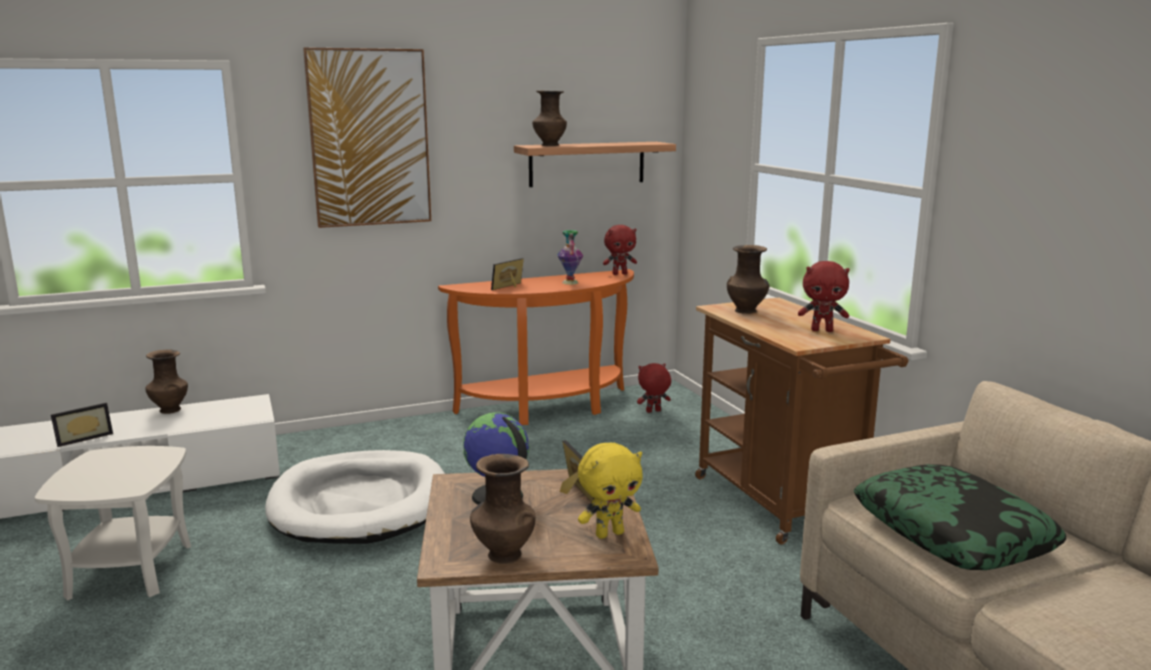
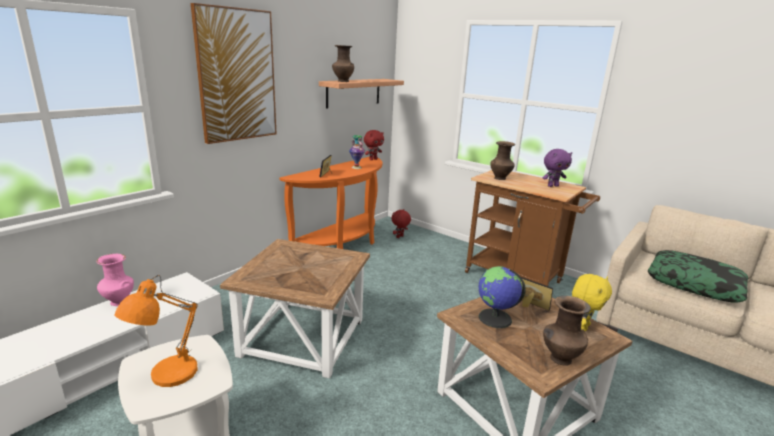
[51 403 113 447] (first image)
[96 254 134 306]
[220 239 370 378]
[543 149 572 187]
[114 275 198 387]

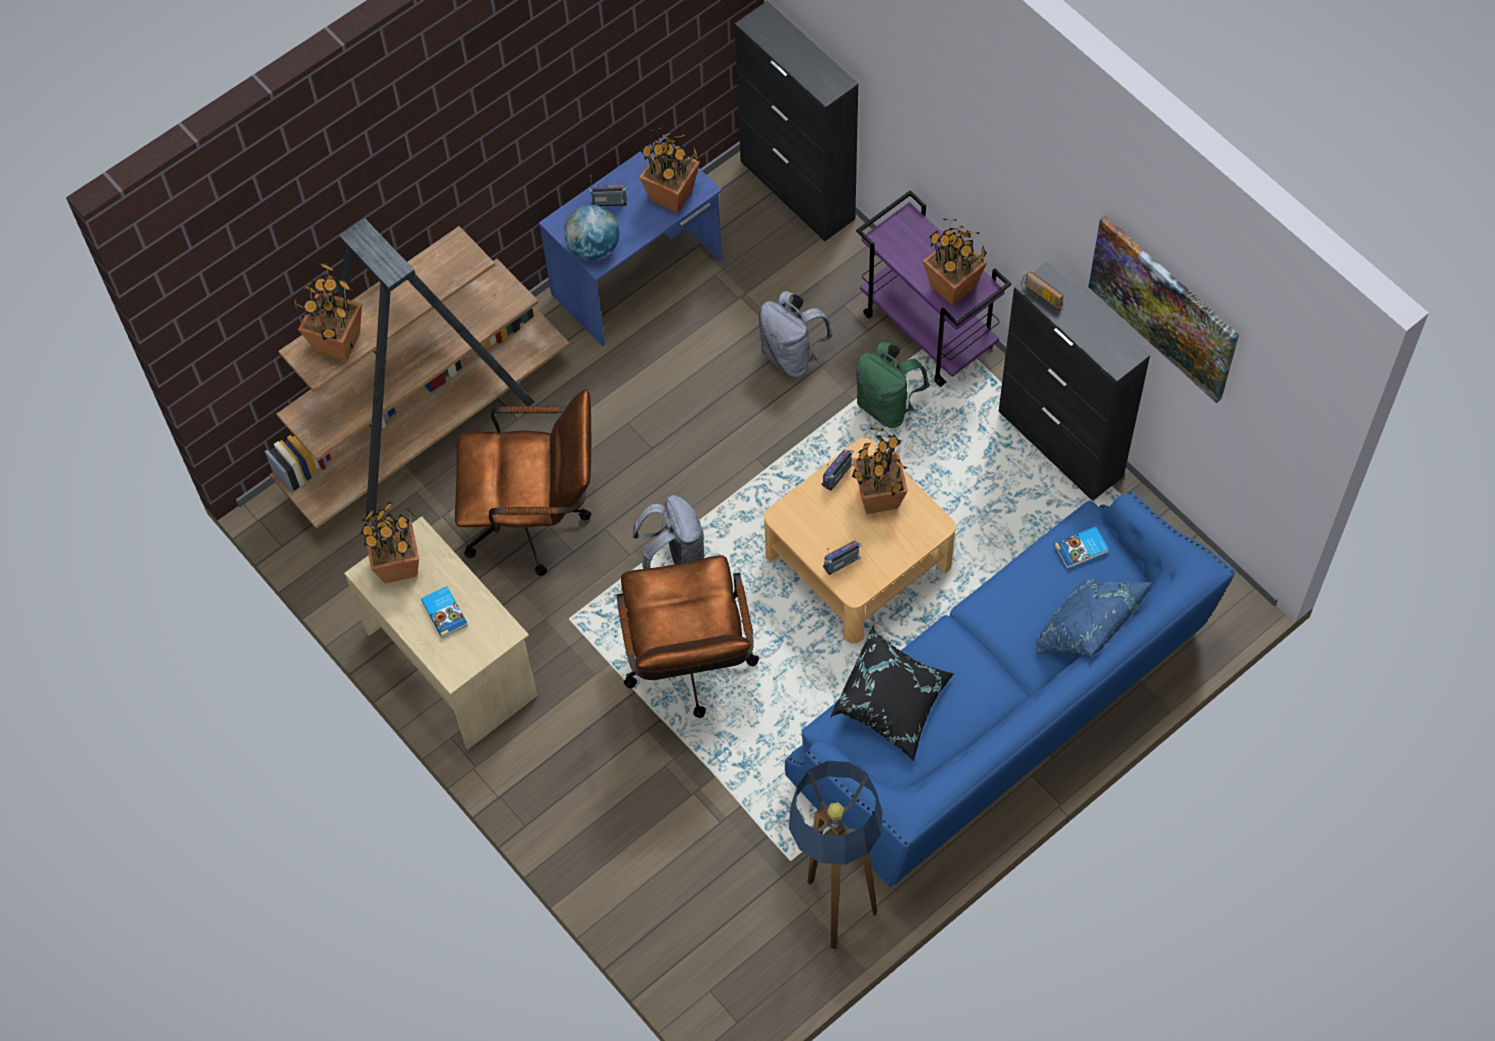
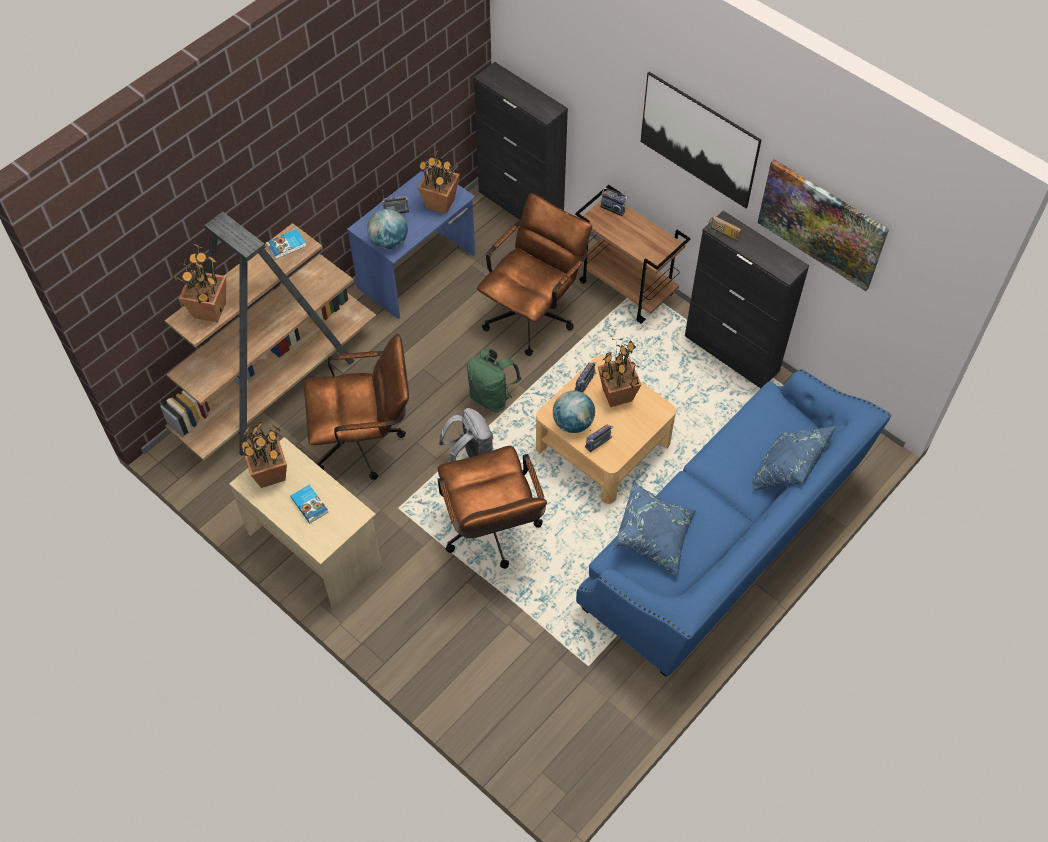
[477 193 592 356]
[789 761 883 949] (first image)
[613 479 697 577]
[575 185 691 324]
[467 349 521 412]
[923 218 987 306] (first image)
[266 229 306 259]
[553 391 595 433]
[600 187 628 216]
[640 72 761 208]

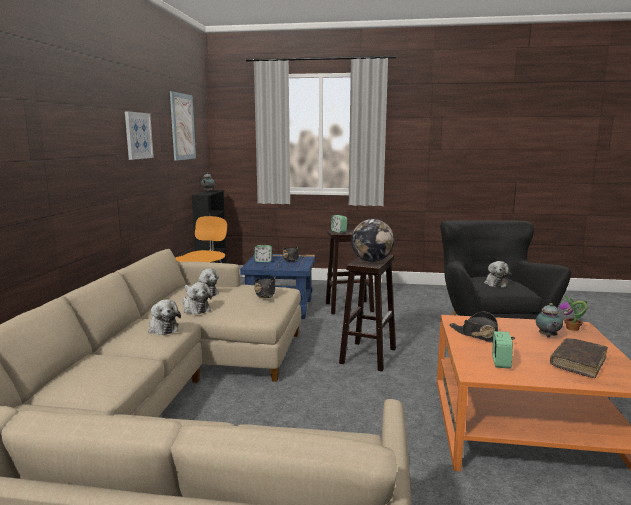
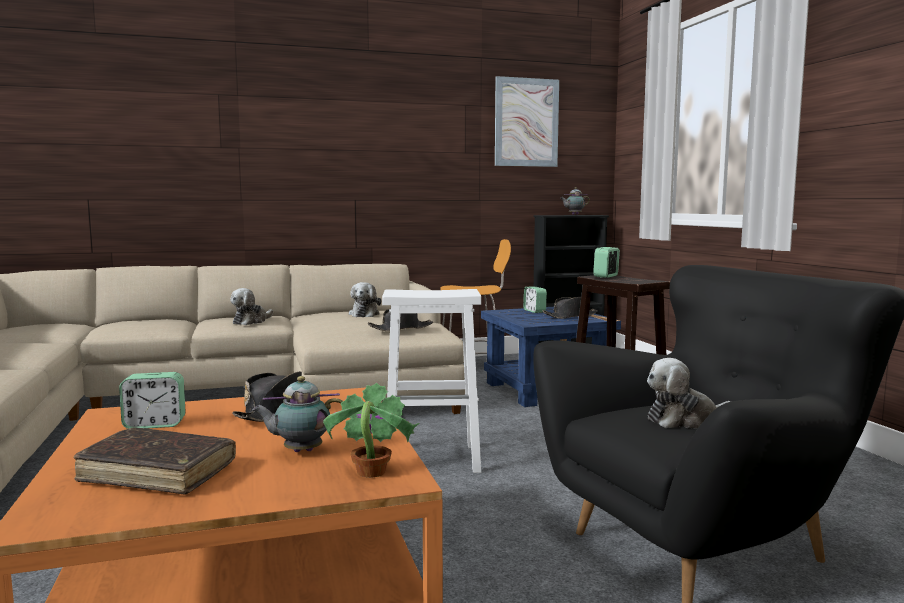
[125 111 154 160] (first image)
[183 282 212 314] (first image)
[382 289 481 473]
[351 219 394 262] (first image)

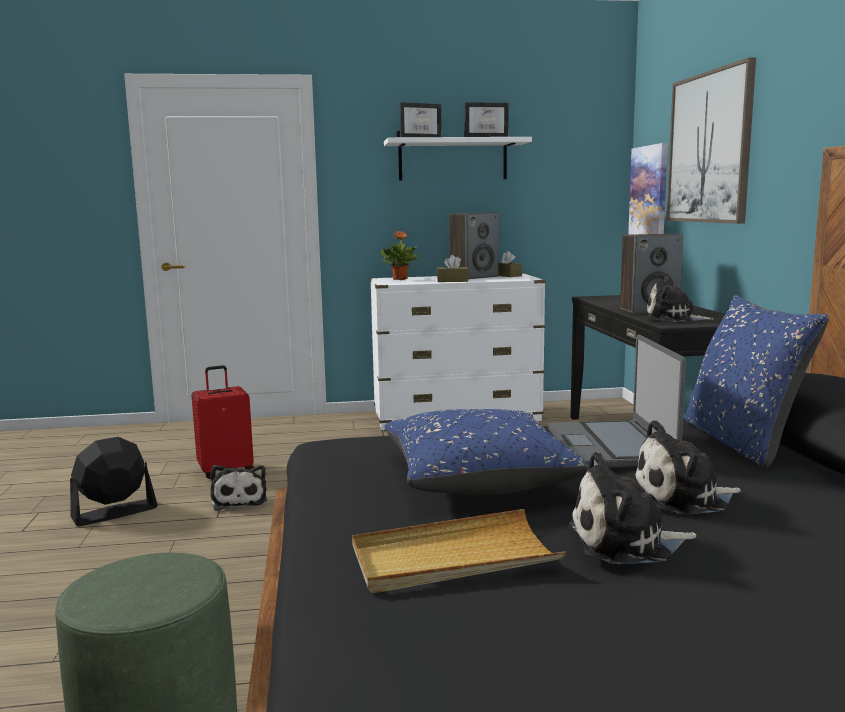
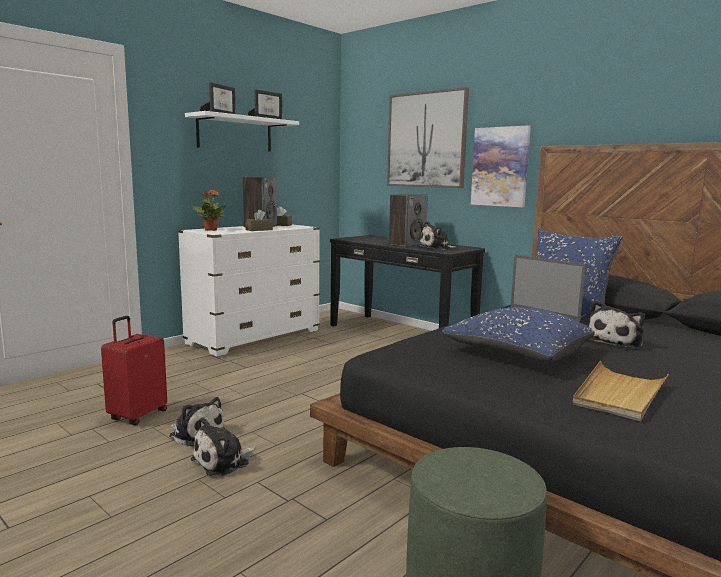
[70 437 158 526] (first image)
[190 417 256 476]
[471 126 531 207]

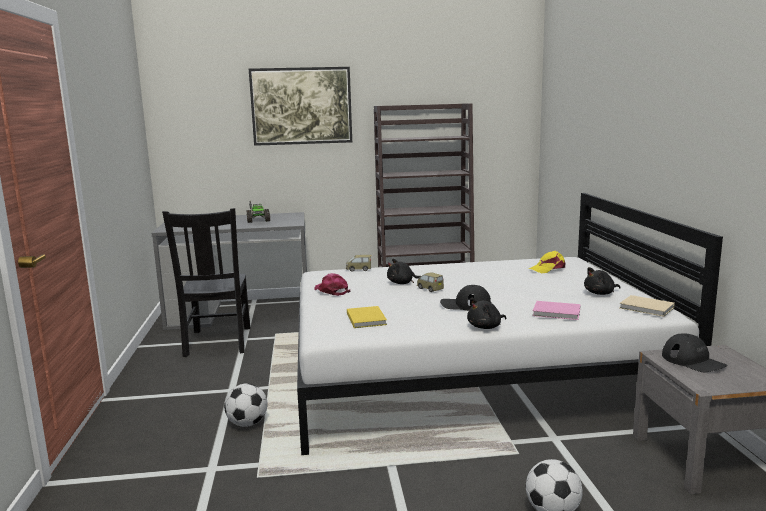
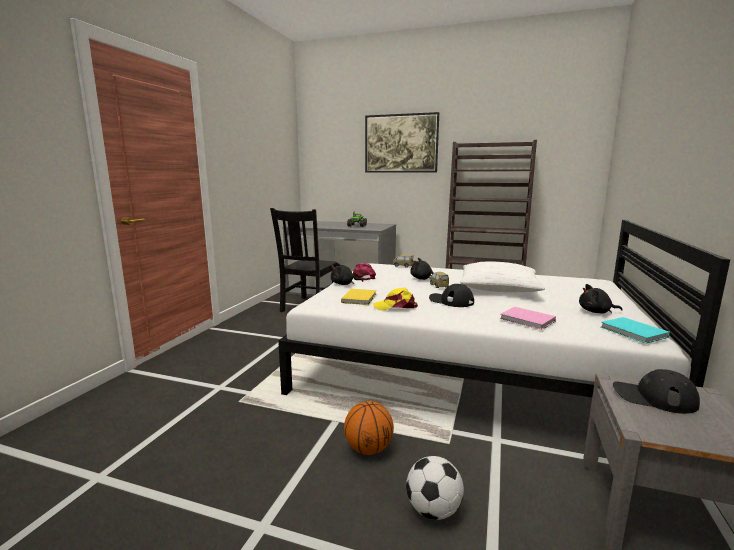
[224 383 267 427] (first image)
[331 262 363 285]
[373 288 418 311]
[601 317 670 344]
[613 369 700 414]
[344 401 394 455]
[460 262 545 292]

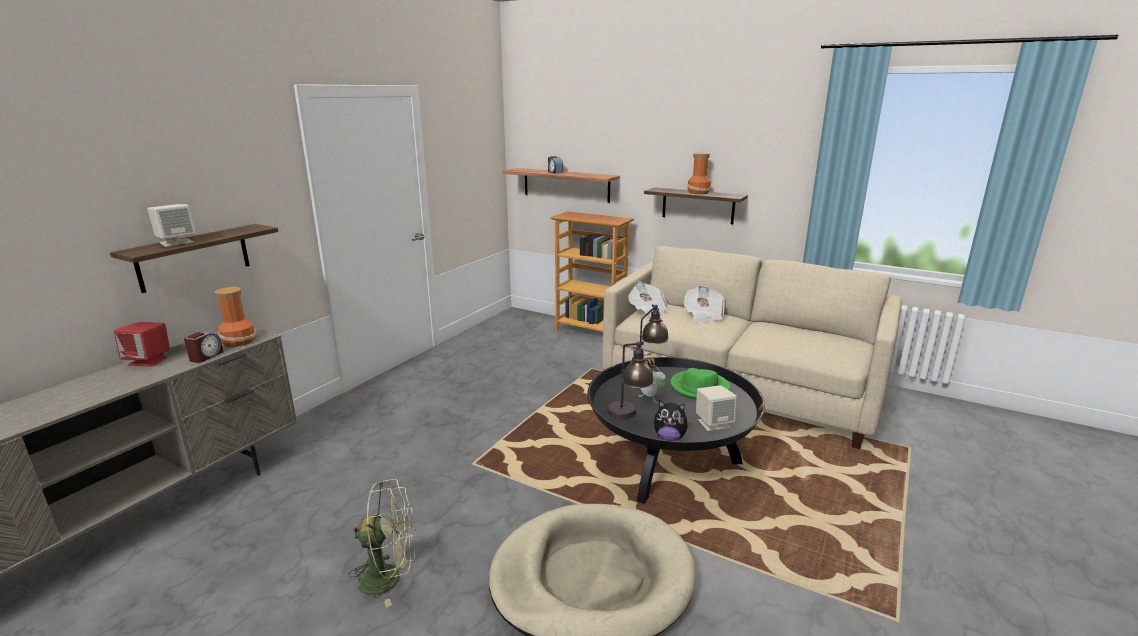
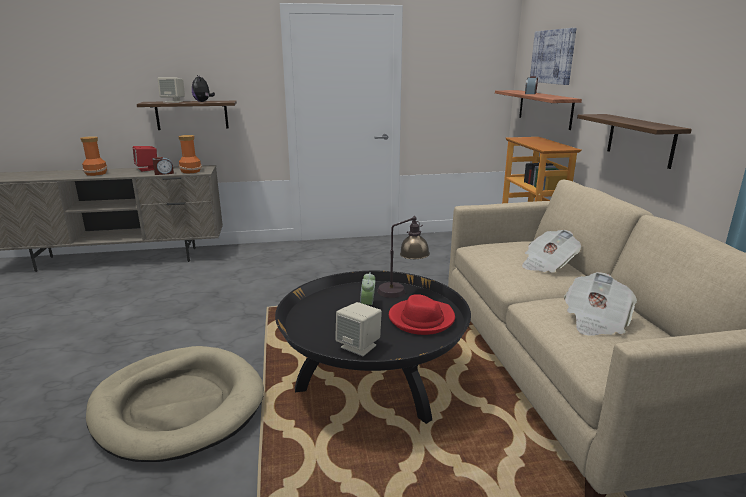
[348 479 416 607] (first image)
[607 341 654 419] (first image)
[564 272 637 336]
[192 75 215 102]
[389 294 455 335]
[80 136 107 176]
[530 28 577 85]

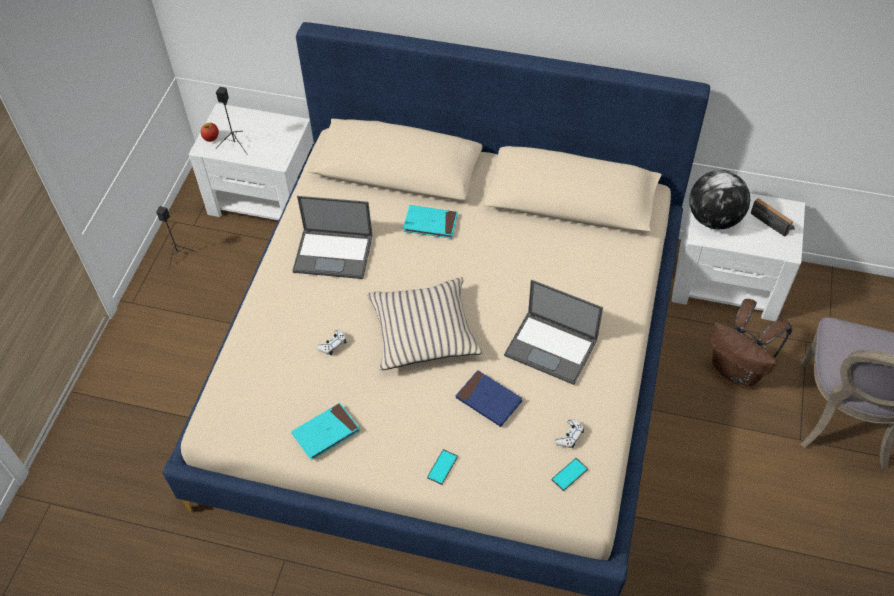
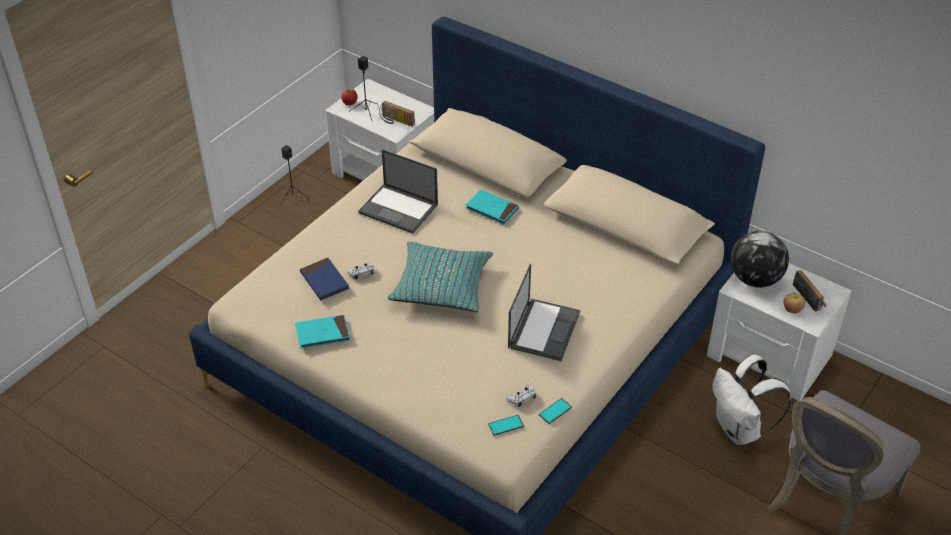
[387 242 493 312]
[539 398 572 424]
[300 258 349 300]
[508 264 580 361]
[712 354 791 445]
[379 101 415 127]
[783 293 806 314]

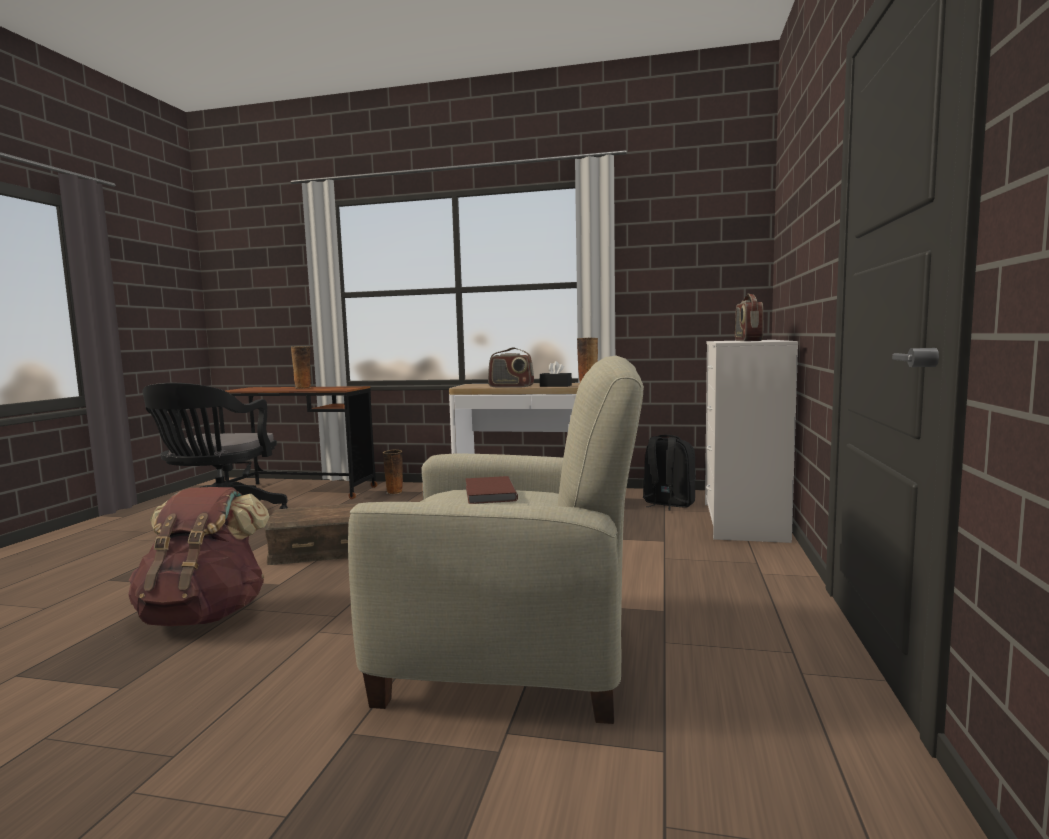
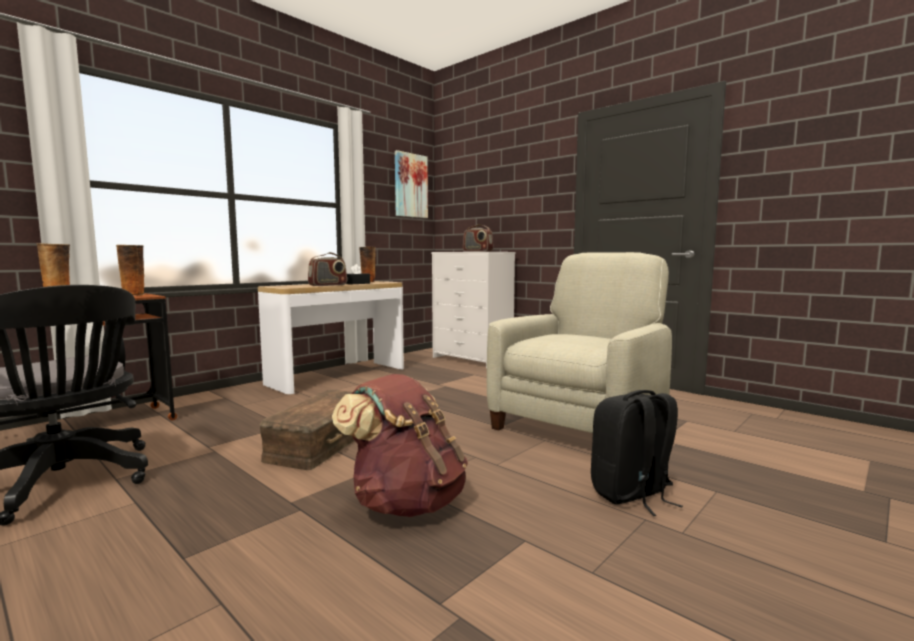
[116 245 145 296]
[465 476 518 504] (first image)
[591 390 683 516]
[395 150 428 218]

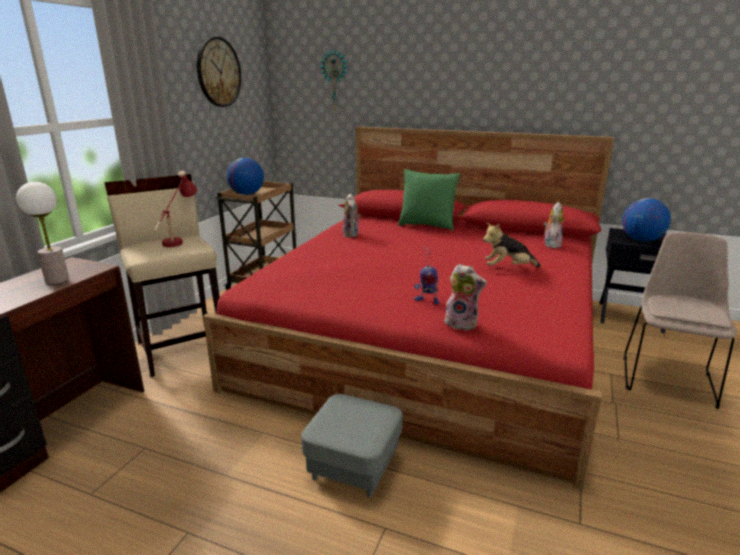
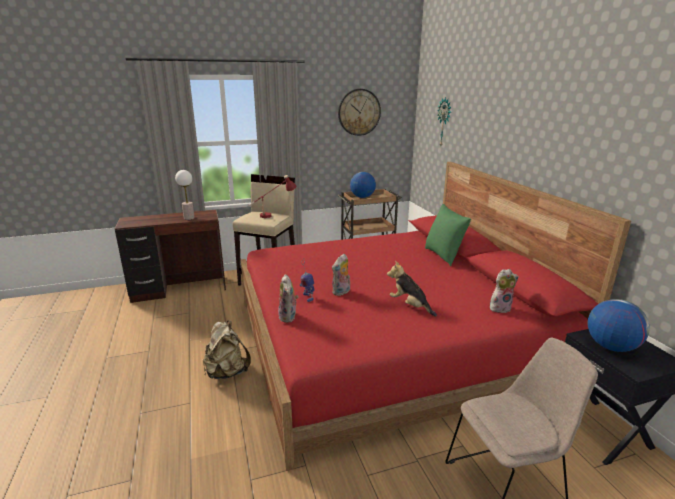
[203 321 251 379]
[332 254 350 296]

